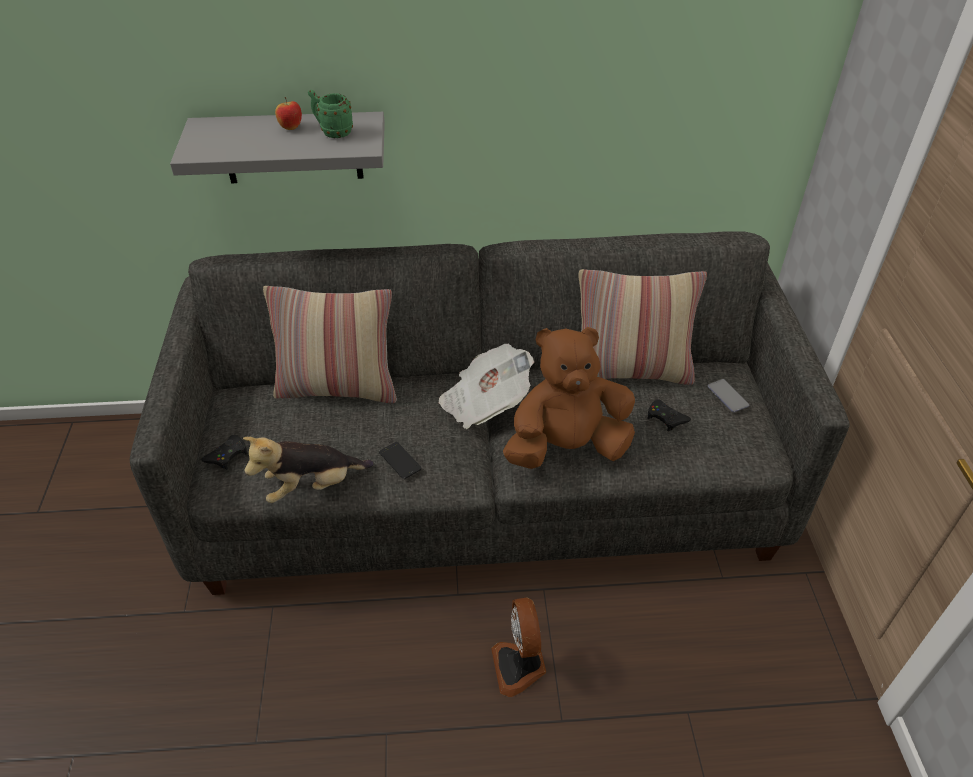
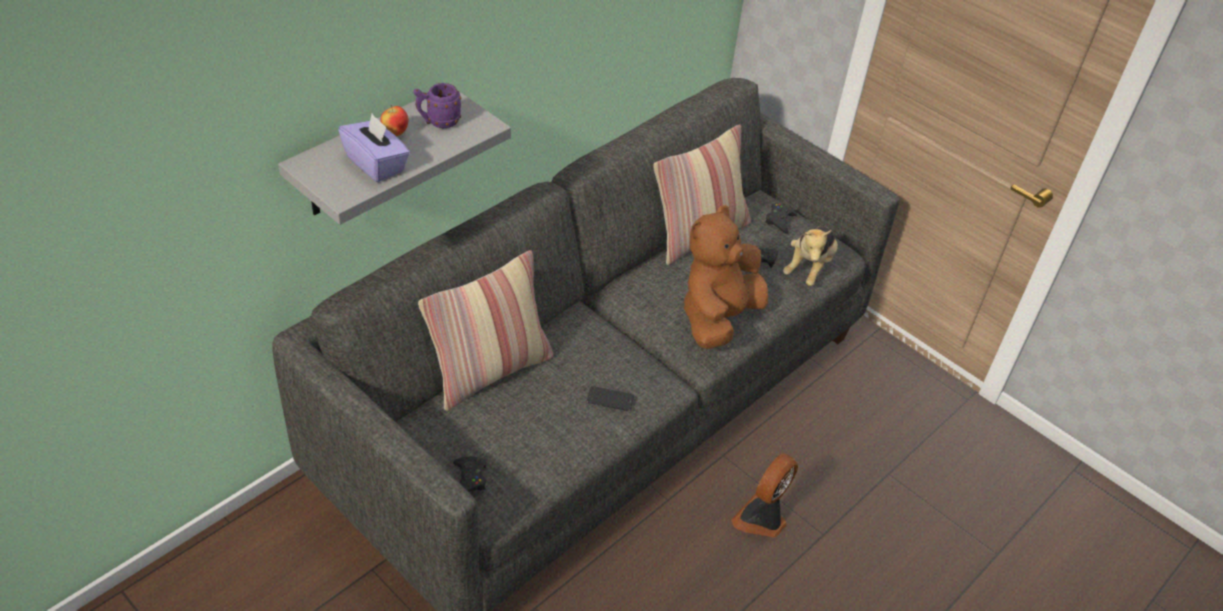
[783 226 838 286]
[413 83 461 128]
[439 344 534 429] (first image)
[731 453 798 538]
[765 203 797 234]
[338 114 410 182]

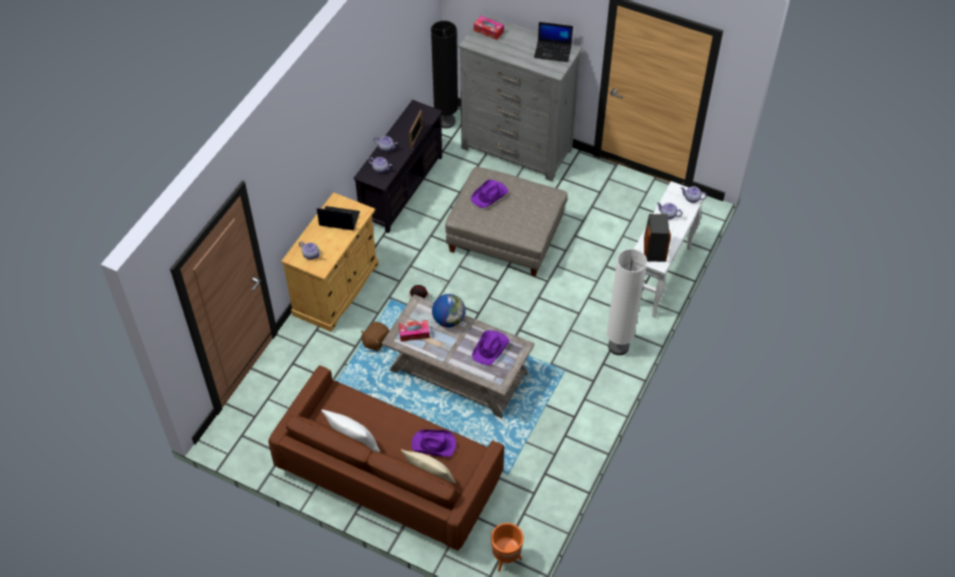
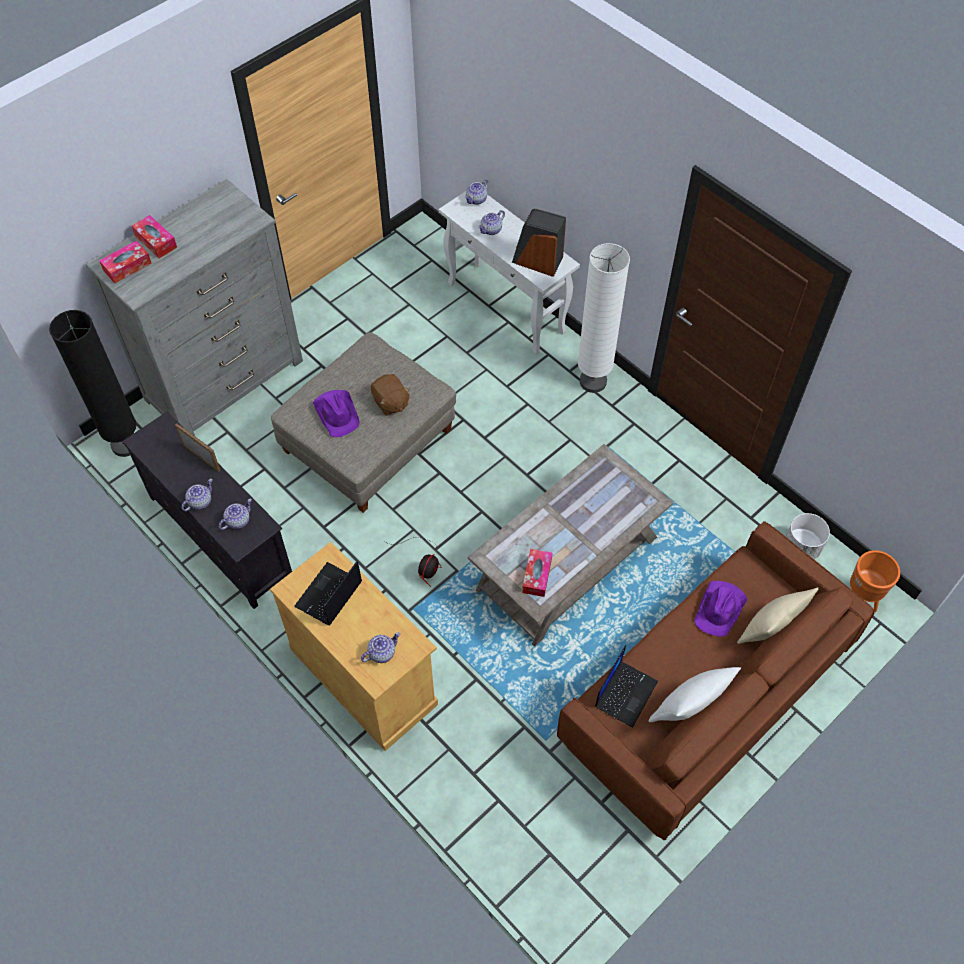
[371 374 410 416]
[432 294 465 327] (first image)
[472 330 509 365] (first image)
[595 645 658 728]
[132 215 177 258]
[786 513 830 559]

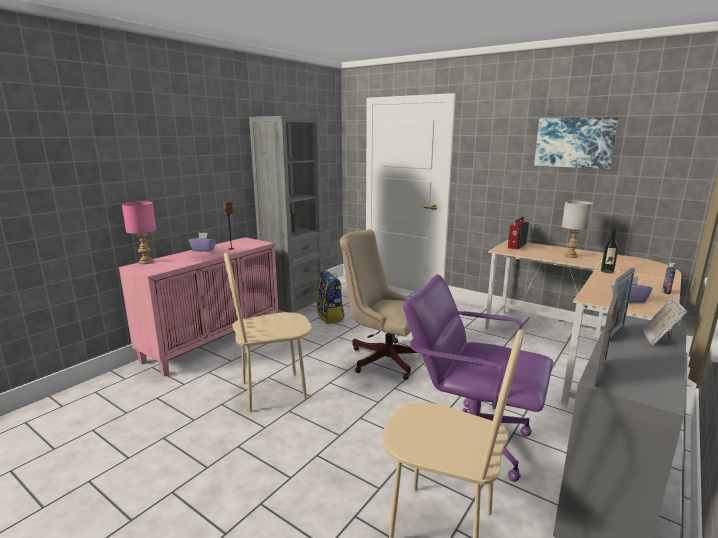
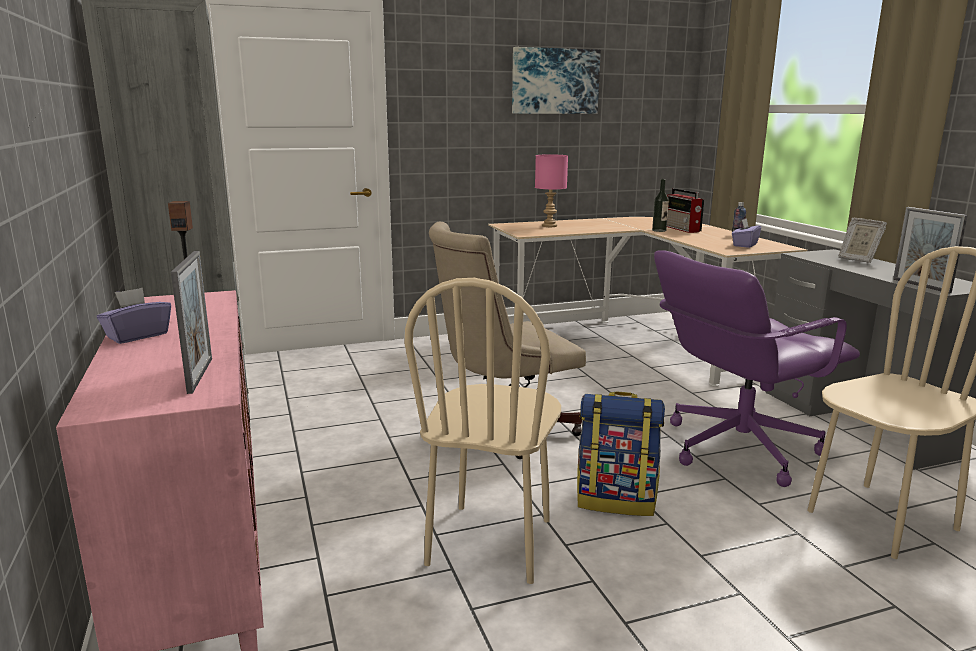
[535 154 568 227]
[577 391 665 516]
[667 188 704 233]
[562 201 593 258] (first image)
[171 251 212 394]

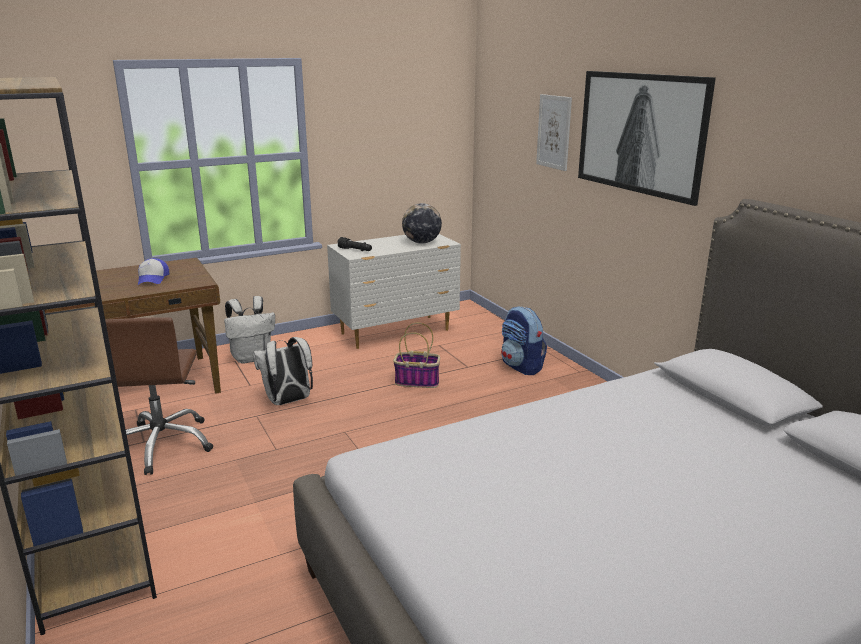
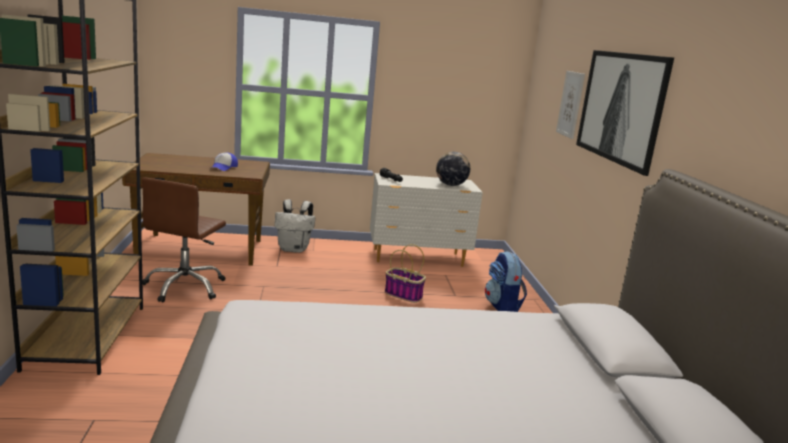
[253 337 313 405] (first image)

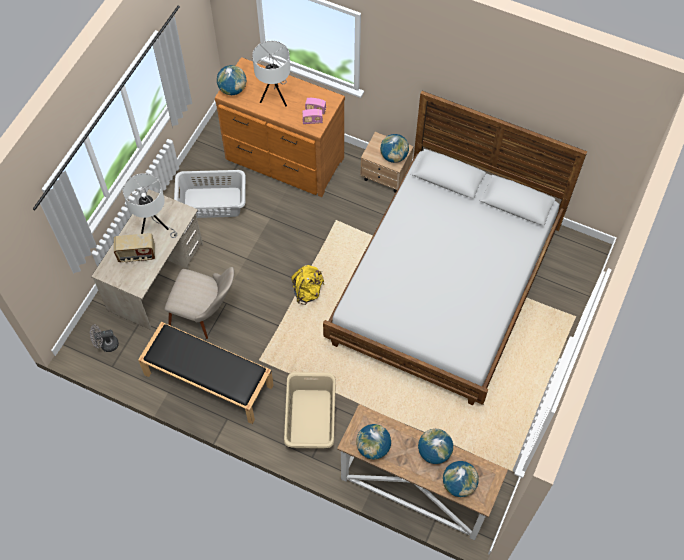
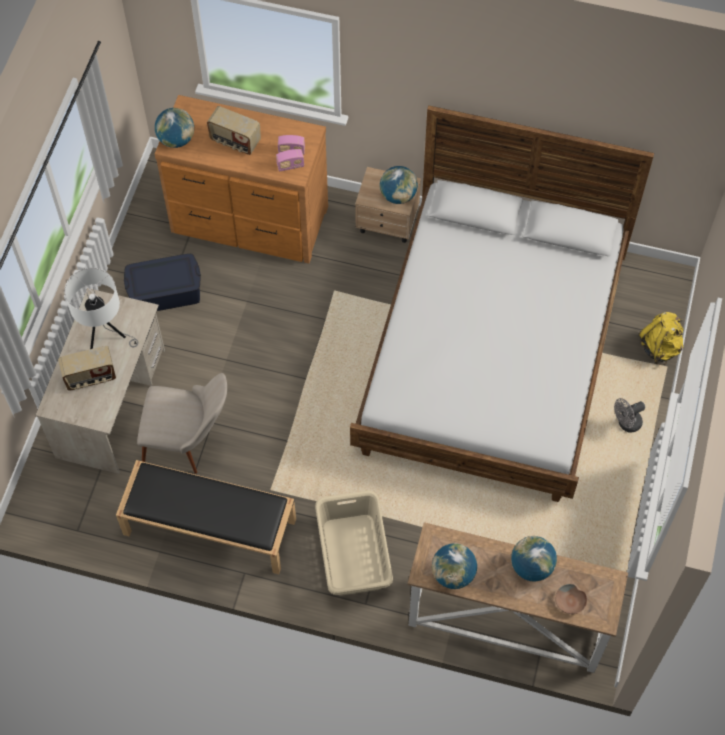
[614 398 645 433]
[124 254 201 311]
[207 106 261 155]
[639 312 684 365]
[555 584 587 614]

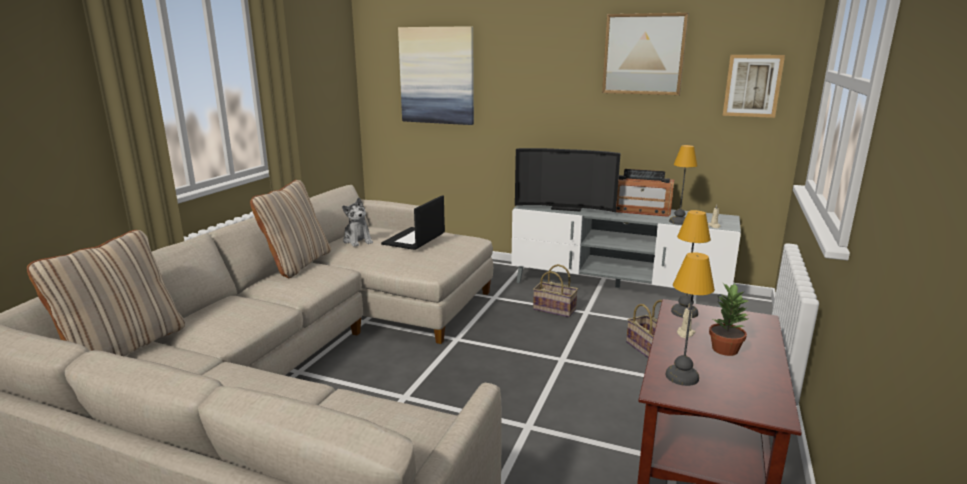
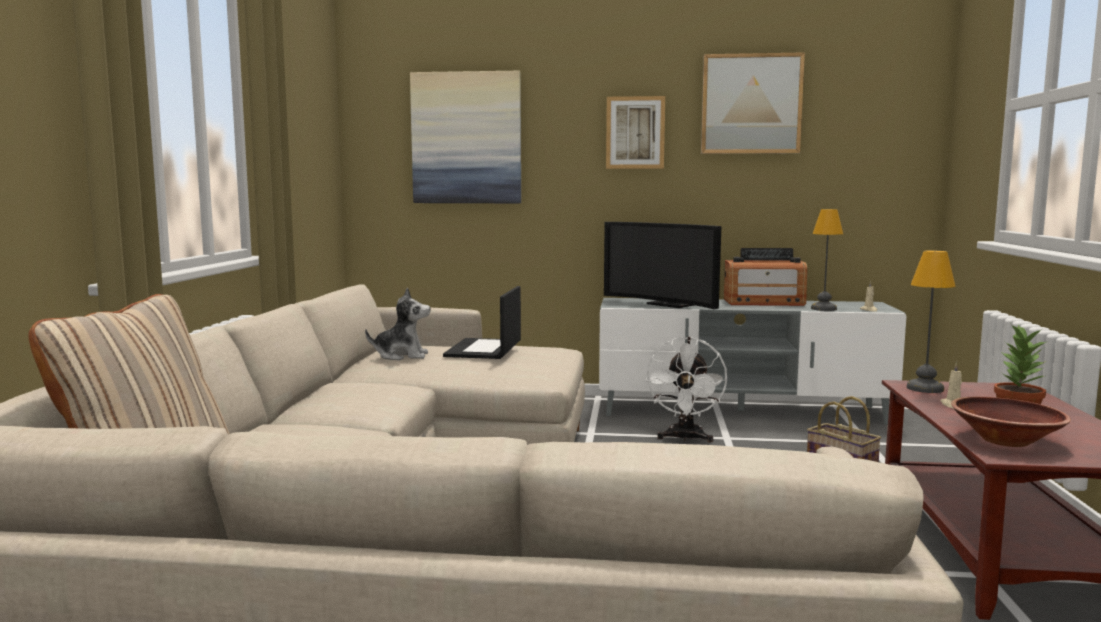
[250 180 331 278] (first image)
[365 287 430 360]
[604 222 721 309]
[646 337 727 443]
[951 397 1071 447]
[606 96 665 169]

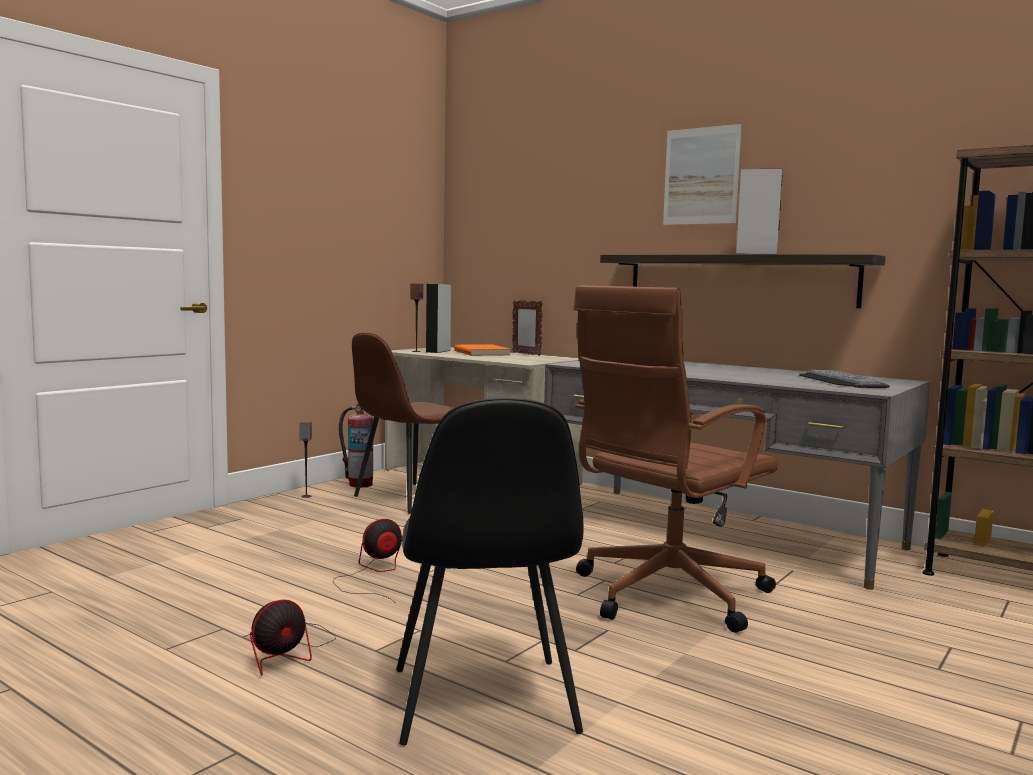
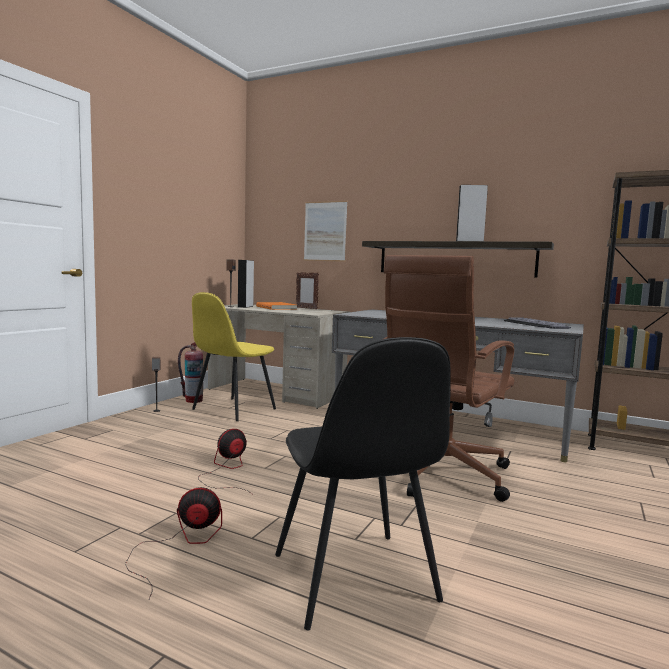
[125 487 222 599]
[192 292 276 421]
[304 201 347 262]

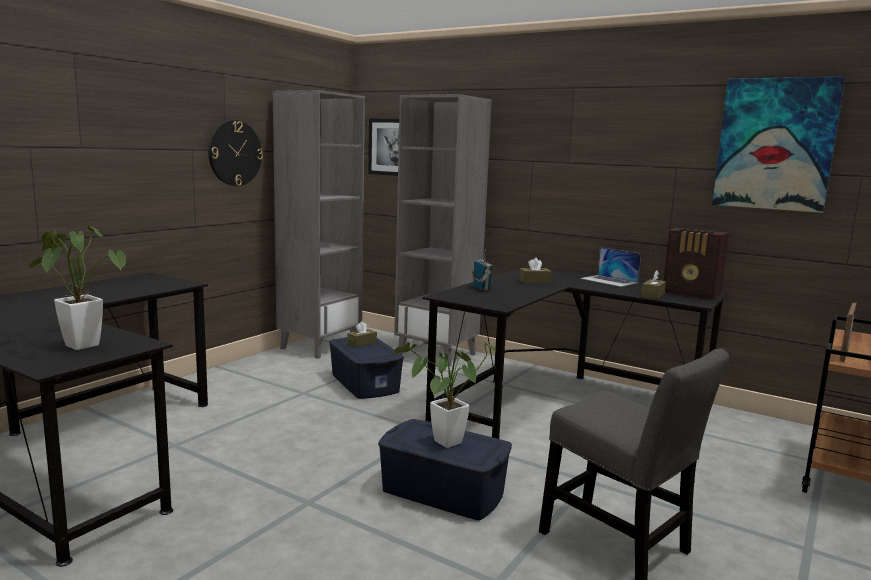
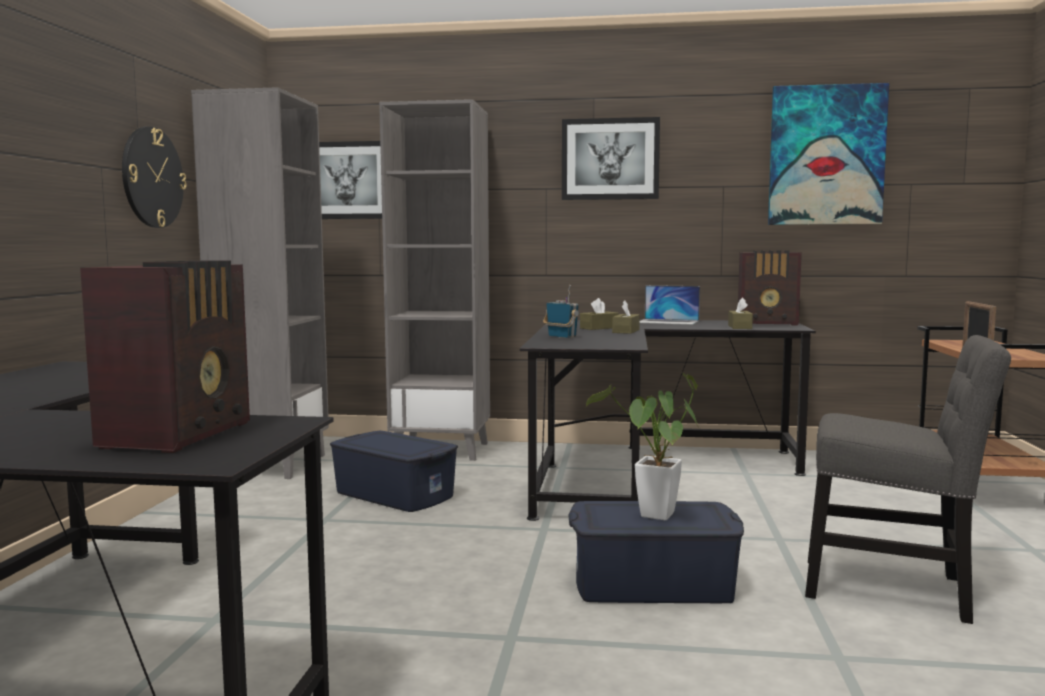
[80 261 250 453]
[612 301 640 334]
[562 117 660 200]

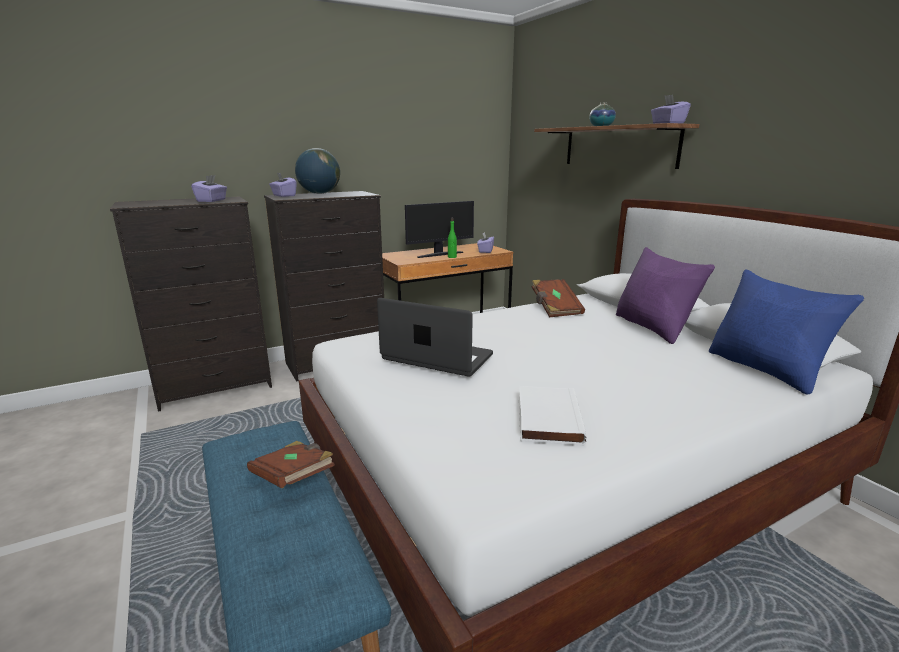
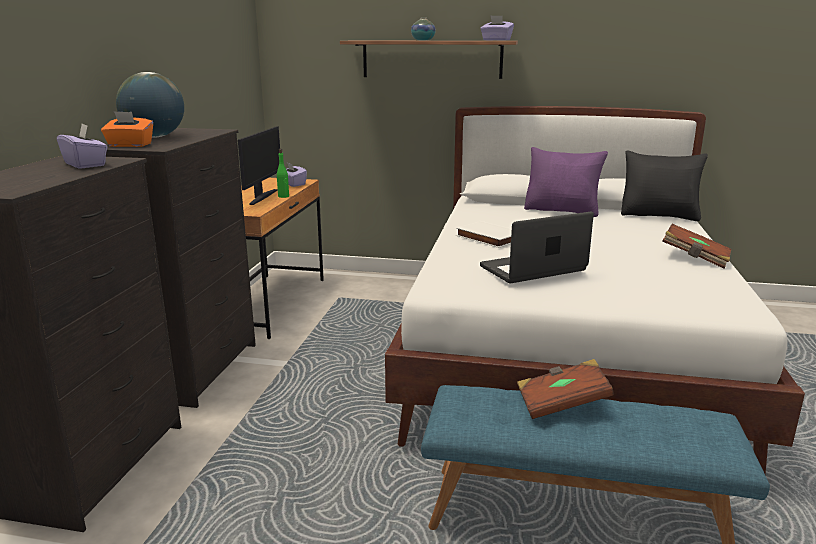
[101 111 153 147]
[456 221 512 248]
[662 224 732 269]
[621 151 708 221]

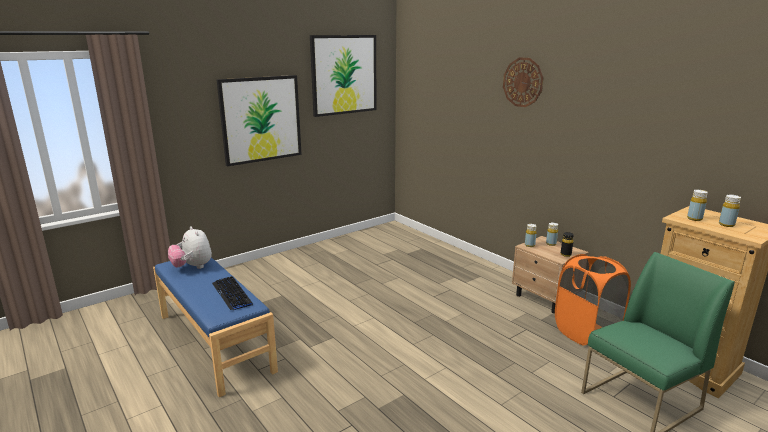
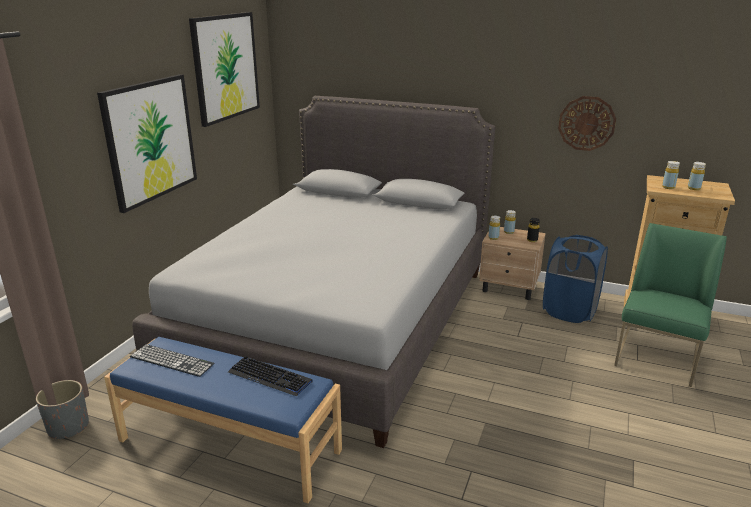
[130 344 214 377]
[558 96 616 151]
[543 235 608 323]
[36 380 89 439]
[132 96 495 448]

